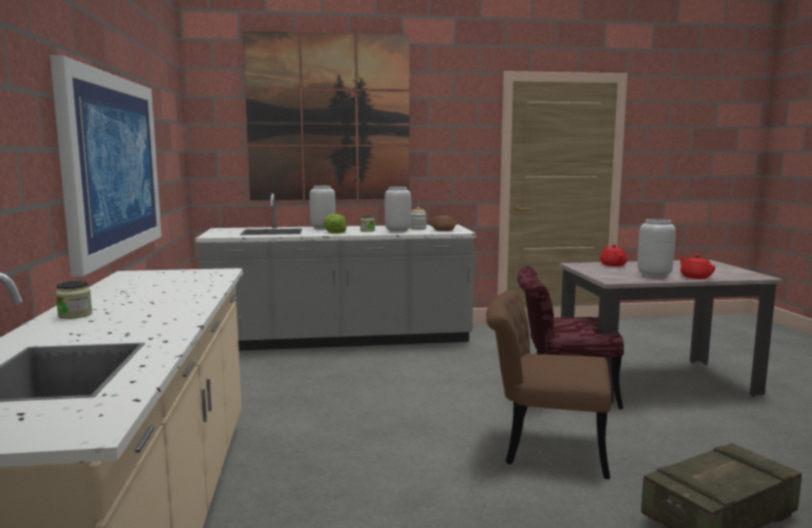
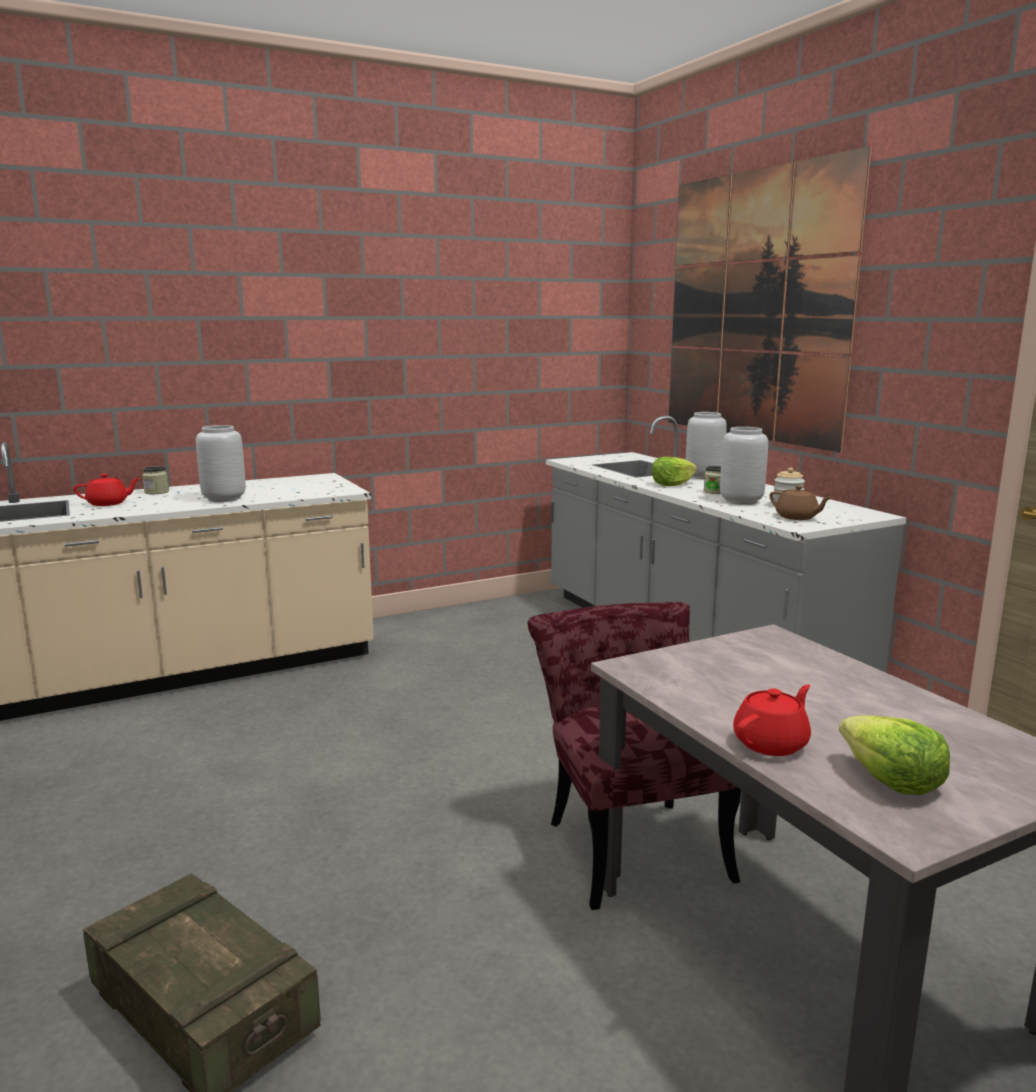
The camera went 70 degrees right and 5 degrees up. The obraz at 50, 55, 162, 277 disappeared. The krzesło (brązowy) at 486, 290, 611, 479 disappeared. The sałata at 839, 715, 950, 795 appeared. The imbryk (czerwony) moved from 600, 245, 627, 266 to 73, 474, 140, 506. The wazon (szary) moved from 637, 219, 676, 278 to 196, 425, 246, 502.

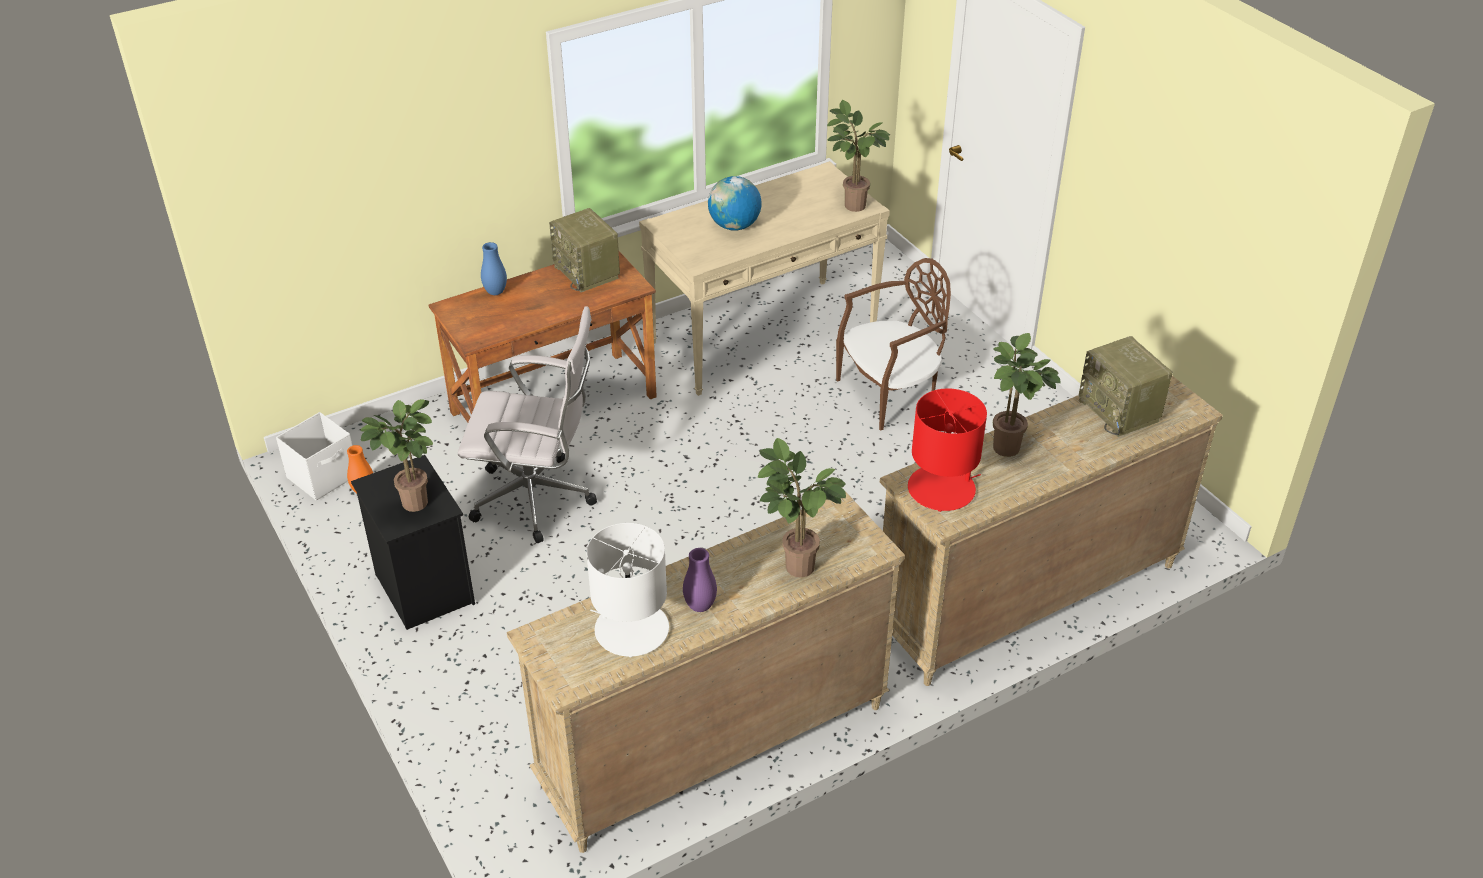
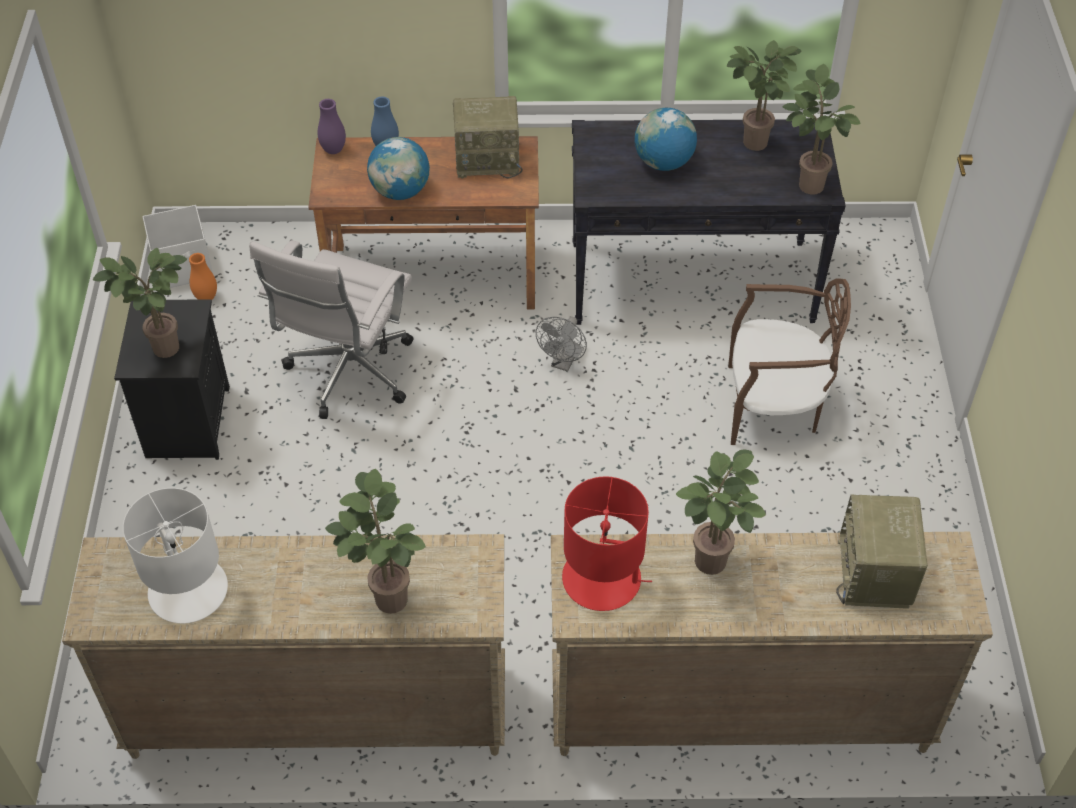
The camera went 30 degrees right and 10 degrees up. The globus at 367, 137, 430, 200 appeared. The wentylator (szary) at 536, 317, 587, 372 appeared. The roślina doniczkowa at 727, 40, 802, 151 appeared. The wazon (fioletowy) moved from 683, 548, 717, 612 to 318, 99, 346, 154. The stolik konsolowy (beżowy) at 639, 161, 890, 396 became the stolik konsolowy (czarny) at 572, 119, 846, 325. The krzesło biurowe (biały) at 458, 306, 597, 543 turned 75 degrees clockwise. The radio at 549, 208, 620, 292 turned 90 degrees counterclockwise.

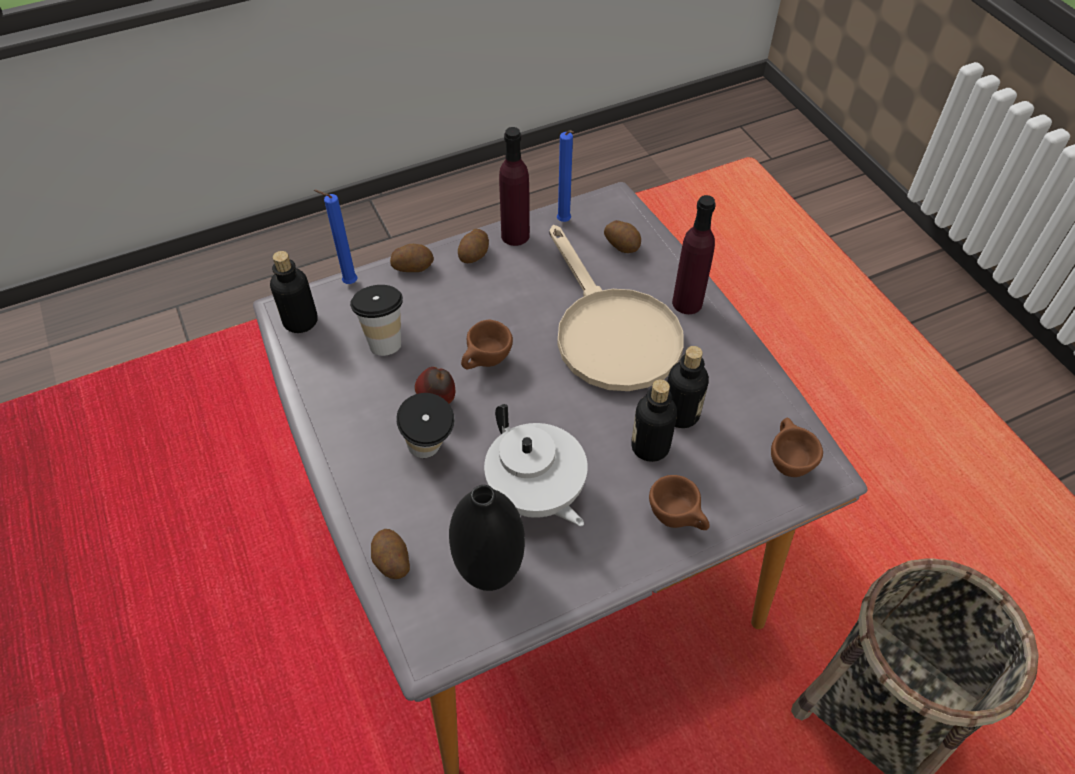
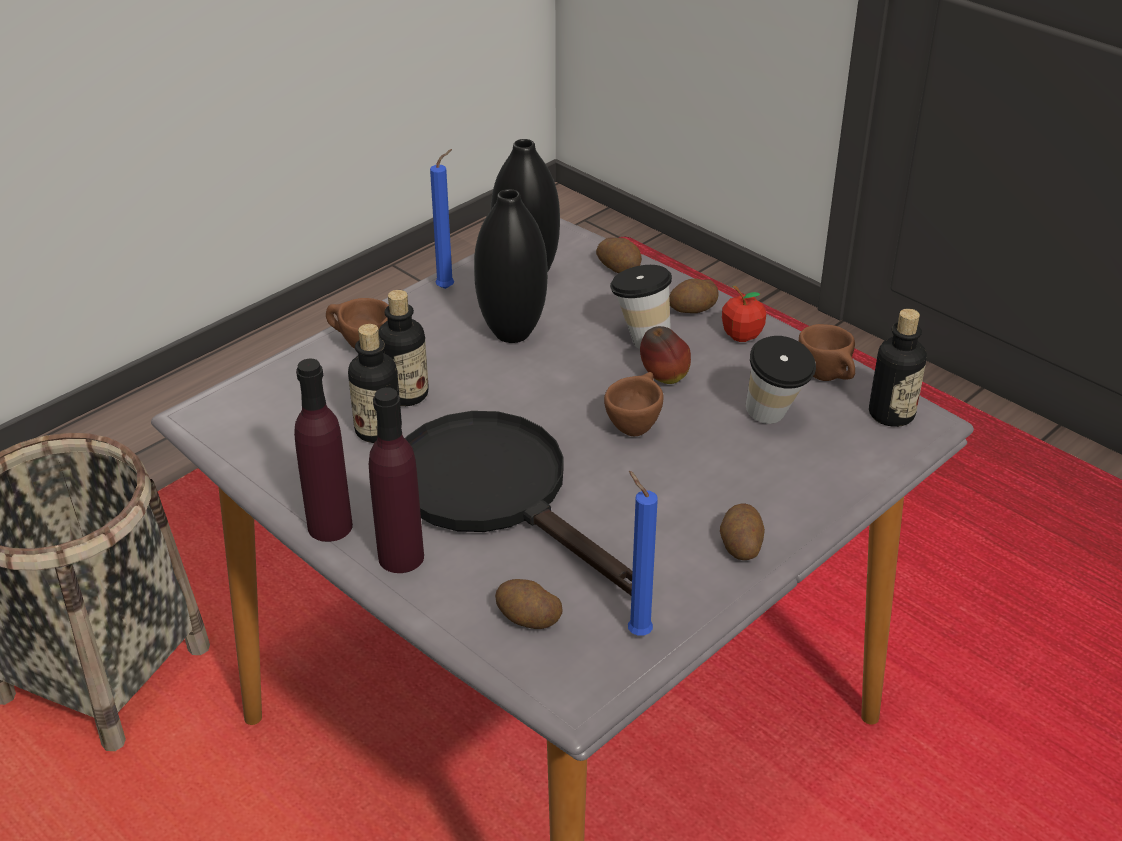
The camera went 160 degrees right and 15 degrees down. The jabłko at 722, 286, 766, 342 appeared. The świeca (niebieski) moved from 314, 190, 358, 284 to 430, 149, 454, 289. The ziemniak moved from 390, 244, 434, 272 to 669, 279, 719, 313. The butelka (fioletowy) moved from 499, 127, 530, 246 to 294, 359, 353, 542. The filiżanka (brązowy) moved from 771, 418, 823, 477 to 799, 324, 855, 381. The imbryk (biały) at 484, 404, 588, 526 was replaced by the wazon (czarny) at 474, 189, 548, 343. The patelnia (beżowy) at 549, 225, 684, 391 became the patelnia (czarny) at 405, 411, 632, 595.

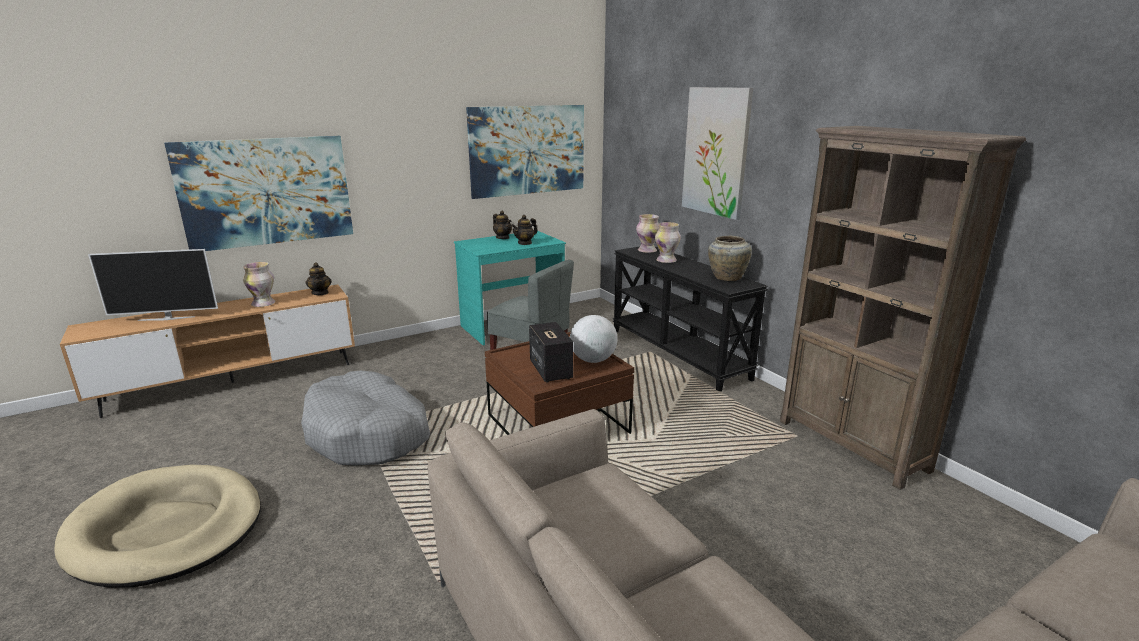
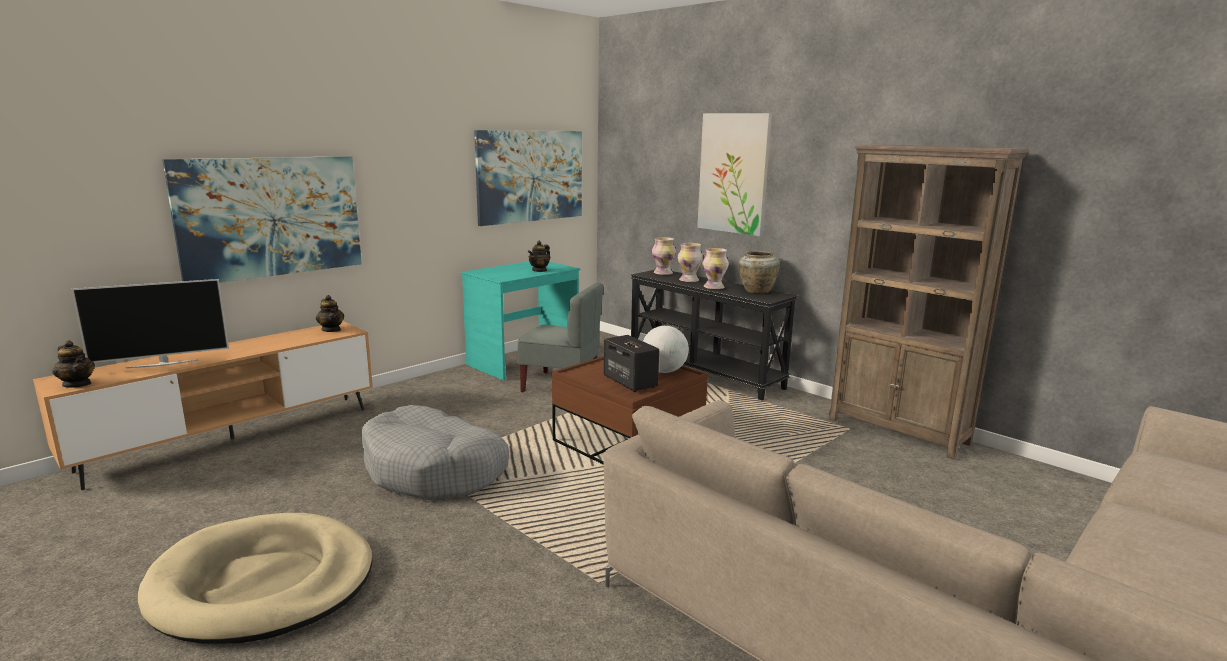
The camera went 15 degrees left and 5 degrees down. The wazon moved from 243, 262, 275, 307 to 702, 248, 729, 289. The imbryk moved from 493, 210, 512, 239 to 52, 340, 95, 388.

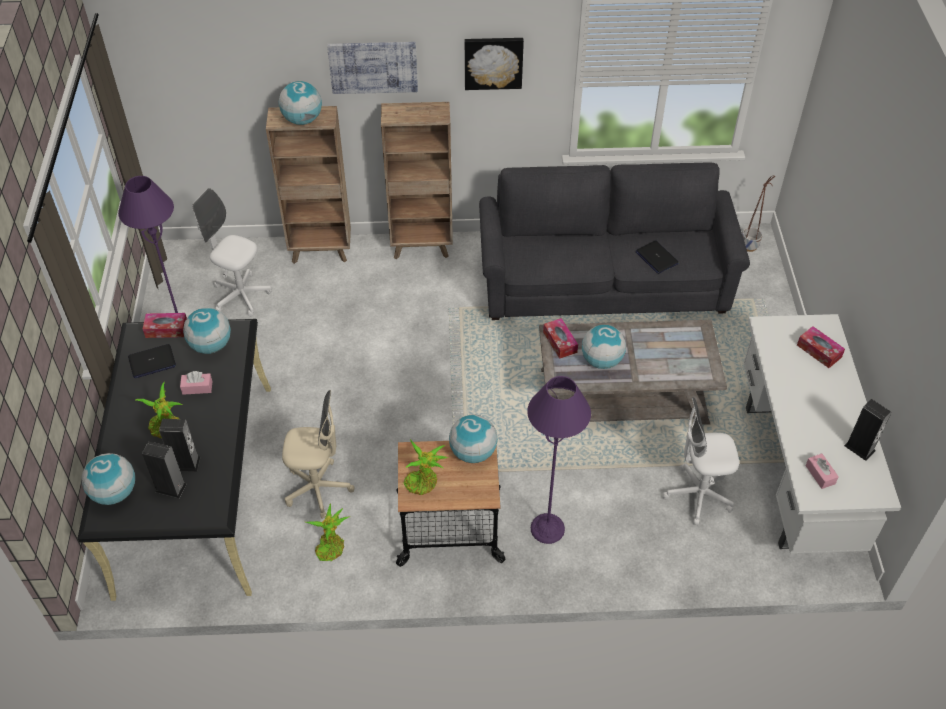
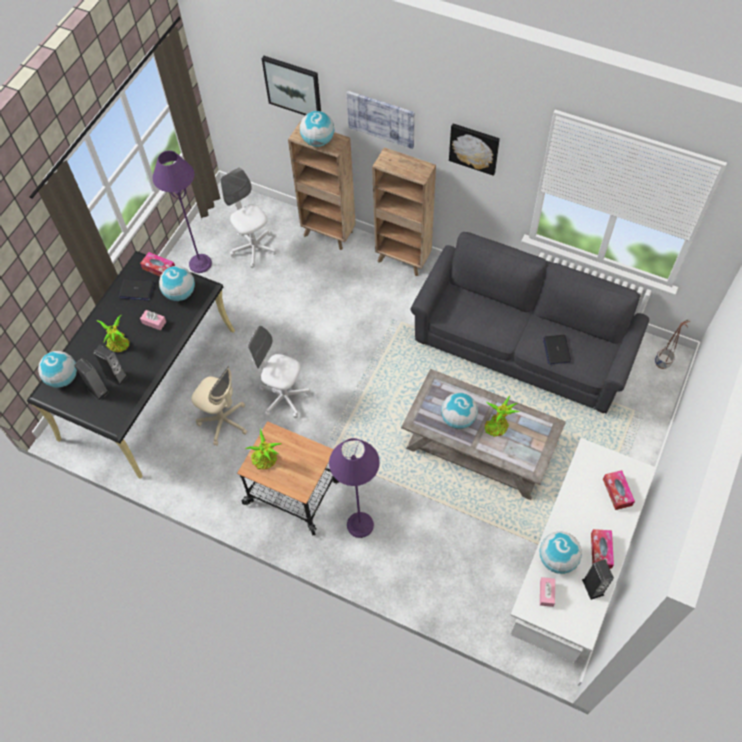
The camera went 30 degrees right and 10 degrees up. The obraz at 262, 56, 321, 115 appeared. The roślina doniczkowa moved from 306, 503, 349, 561 to 485, 396, 520, 437. The globus moved from 449, 414, 498, 463 to 540, 531, 582, 574. The pudełko chusteczek moved from 543, 318, 578, 359 to 591, 529, 614, 569. The krzesło biurowe (biały) moved from 662, 397, 739, 525 to 248, 326, 310, 418.

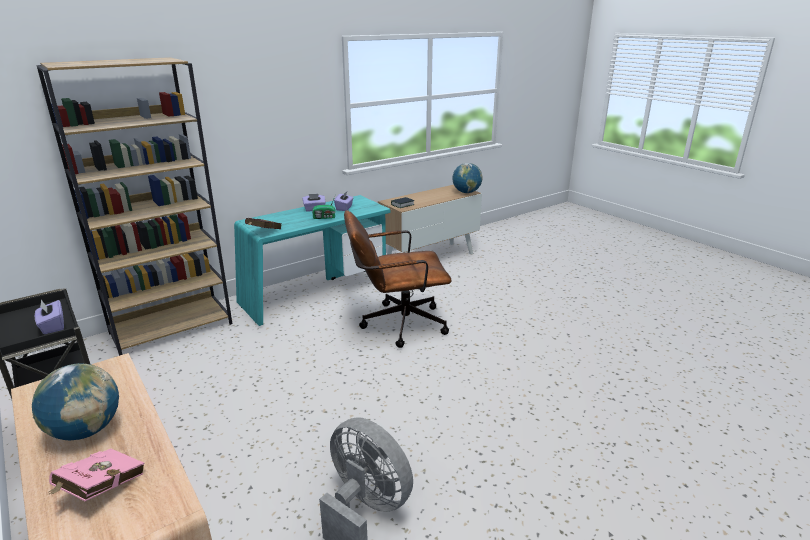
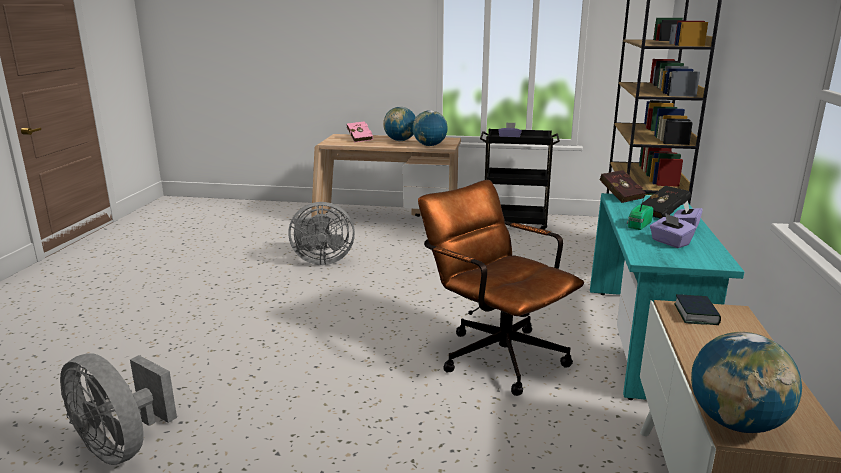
The camera went 135 degrees right and 5 degrees down. The wentylator (szary) at 60, 353, 177, 465 appeared. The globus at 412, 110, 448, 146 appeared. The książka (czarny) at 640, 186, 691, 219 appeared. The krzesło biurowe (brązowy) at 344, 210, 452, 348 turned 75 degrees counterclockwise.

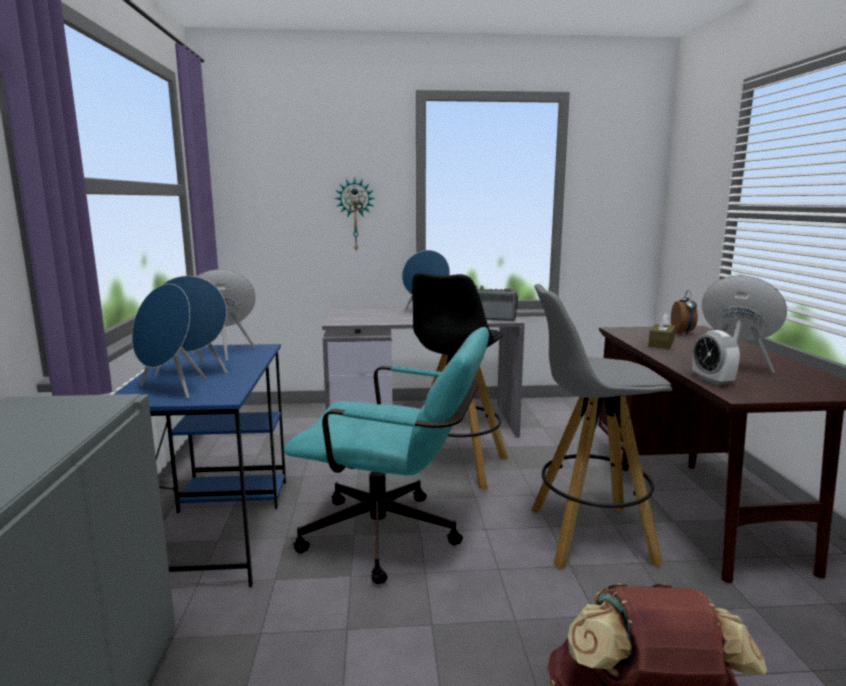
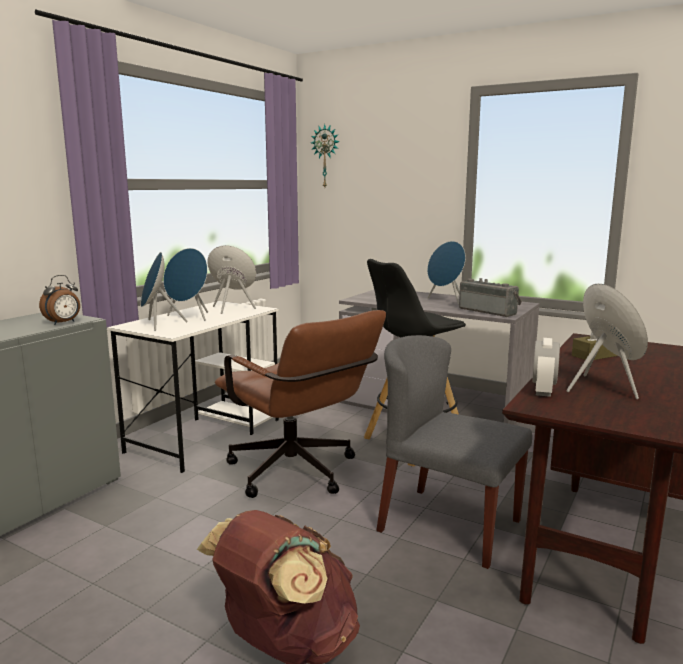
The camera went 35 degrees right and 0 degrees up. The zegar ścienny moved from 334, 177, 375, 252 to 311, 124, 340, 187. The budzik moved from 671, 290, 698, 335 to 39, 275, 80, 325. The stołek (szary) at 531, 284, 672, 569 was replaced by the krzesło (szary) at 376, 335, 532, 569. The biurko (niebieski) at 113, 344, 286, 587 became the biurko (biały) at 107, 301, 279, 473. The krzesło biurowe (turkusowy) at 284, 327, 489, 584 became the krzesło biurowe (brązowy) at 215, 310, 386, 498.

